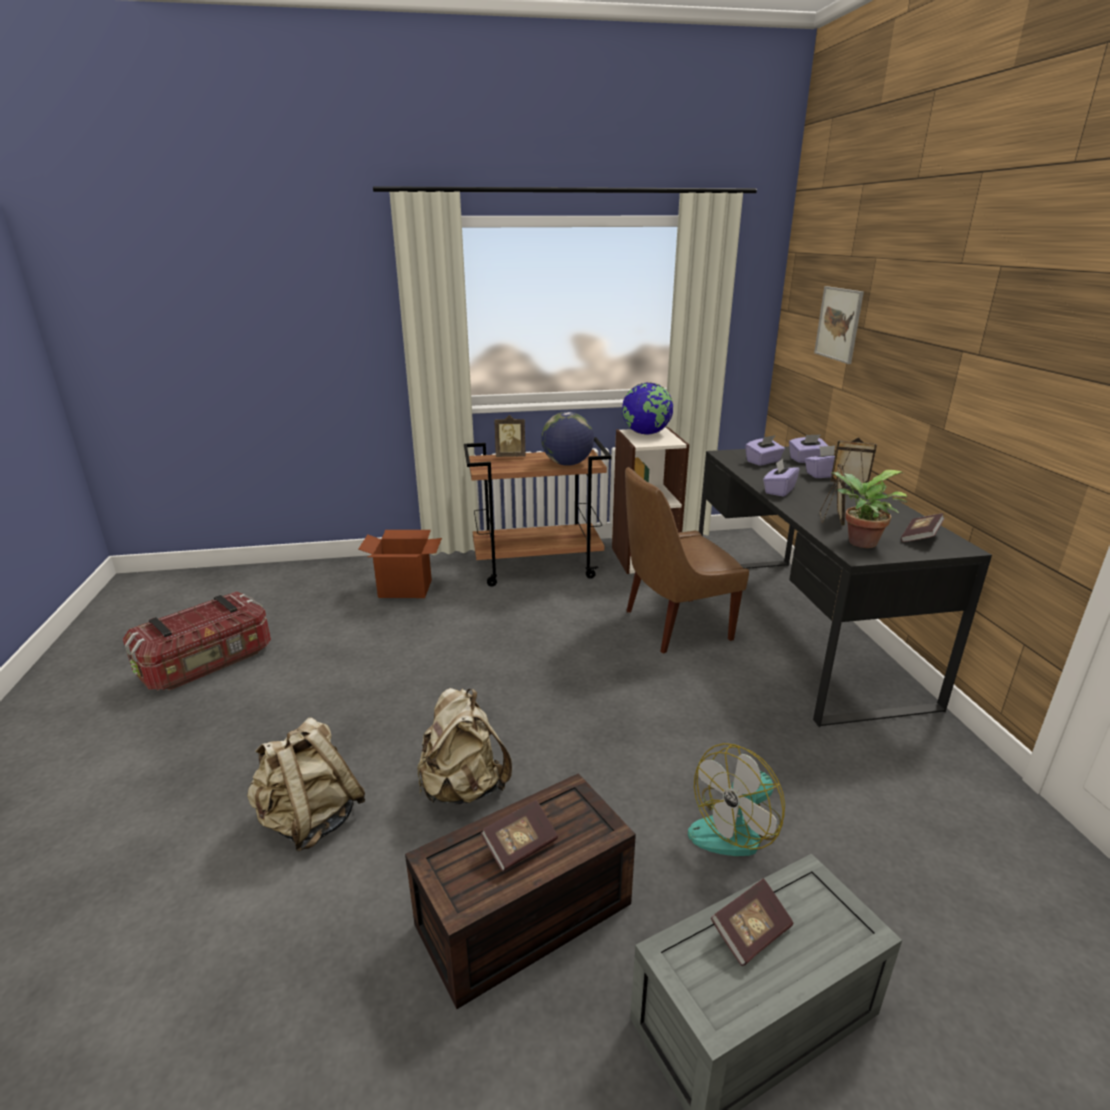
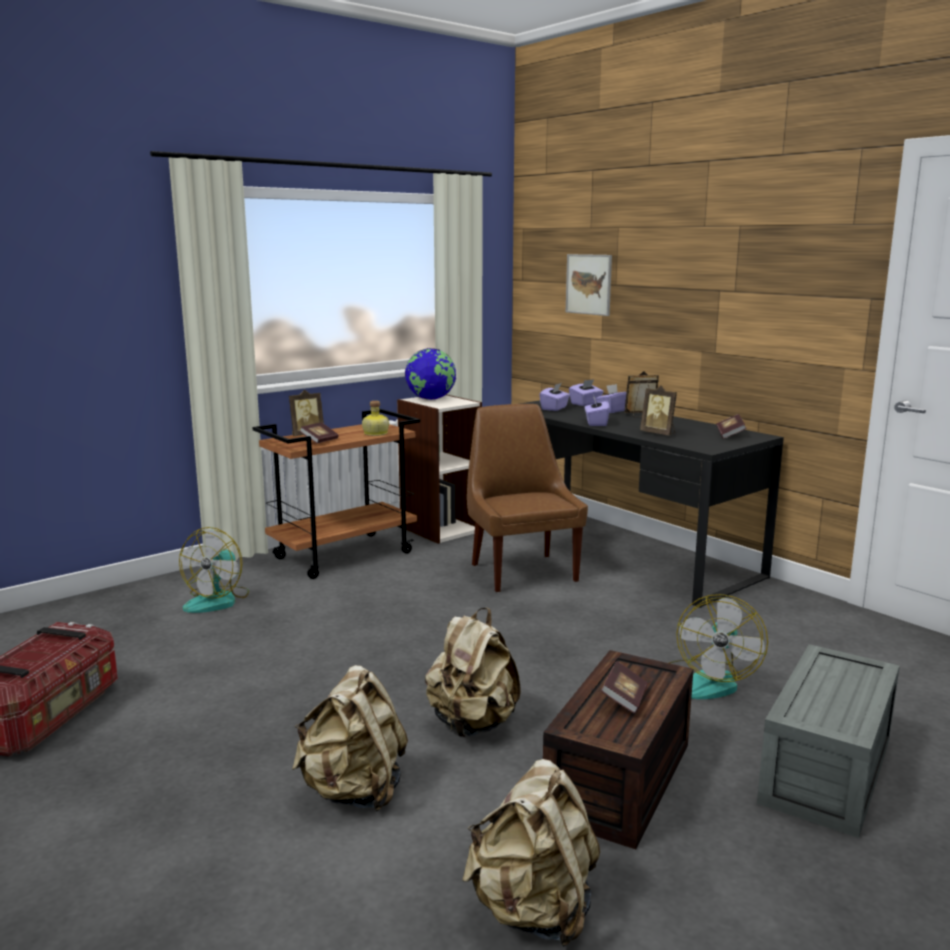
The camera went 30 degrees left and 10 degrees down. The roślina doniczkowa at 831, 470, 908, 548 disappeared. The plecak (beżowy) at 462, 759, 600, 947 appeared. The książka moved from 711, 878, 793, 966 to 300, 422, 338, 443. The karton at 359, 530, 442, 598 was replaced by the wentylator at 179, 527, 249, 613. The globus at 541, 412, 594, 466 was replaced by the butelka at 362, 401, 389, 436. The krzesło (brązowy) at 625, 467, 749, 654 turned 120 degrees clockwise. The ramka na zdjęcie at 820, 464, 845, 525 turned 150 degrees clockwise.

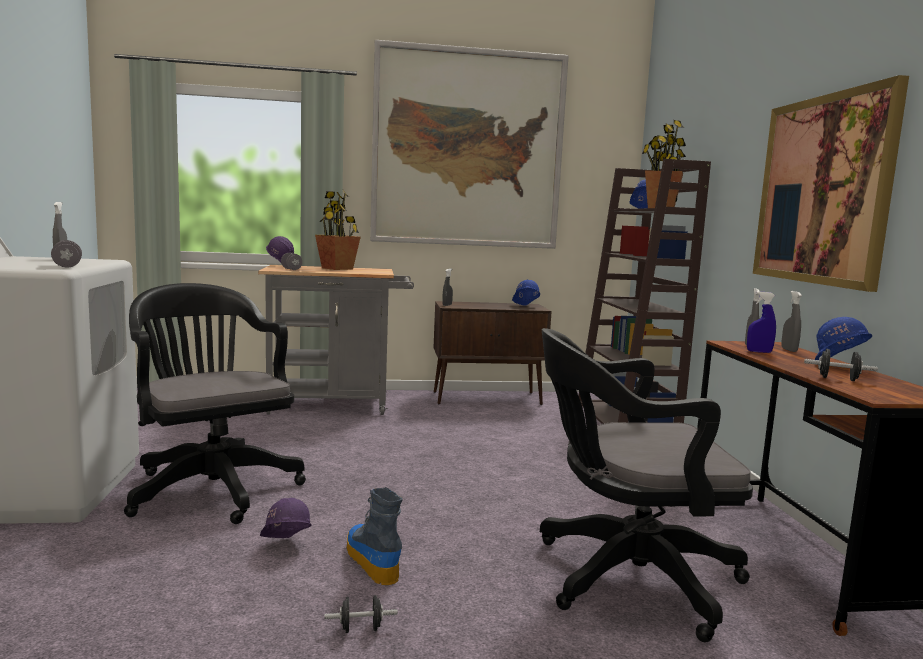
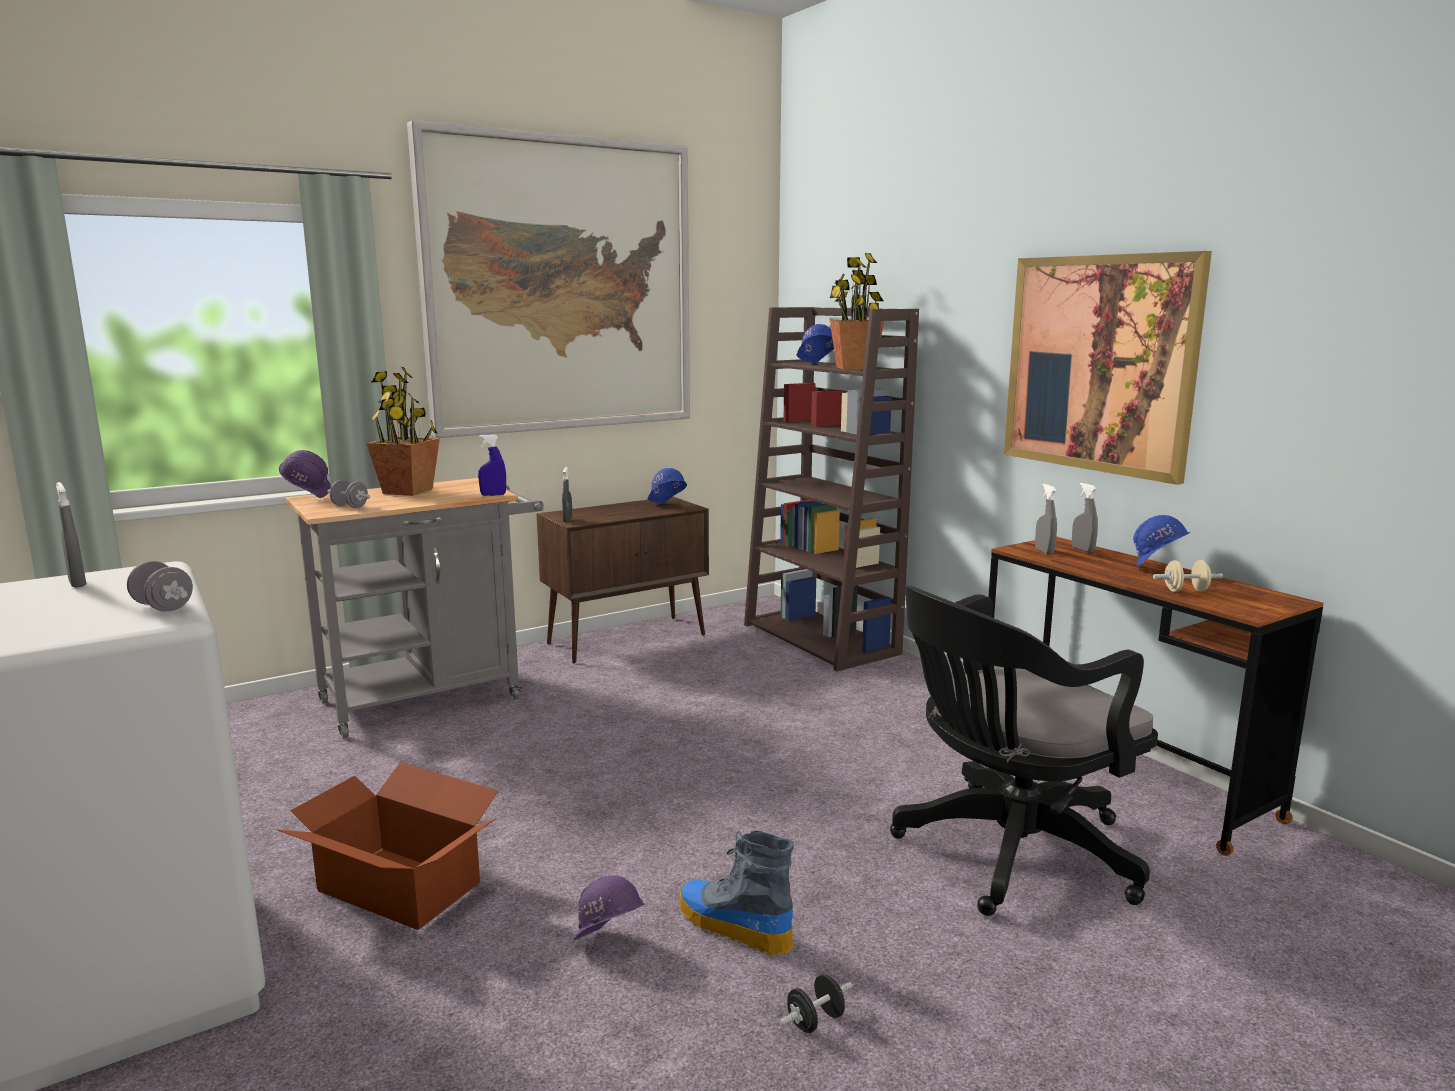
The camera went 25 degrees left and 5 degrees up. The spryskiwacz (niebieski) moved from 747, 291, 776, 353 to 478, 434, 506, 496. The krzesło biurowe (czarny) at 124, 283, 306, 524 was replaced by the karton at 277, 762, 498, 930. The hantel (czarny) at 804, 349, 878, 381 became the hantel (beżowy) at 1153, 560, 1223, 592.

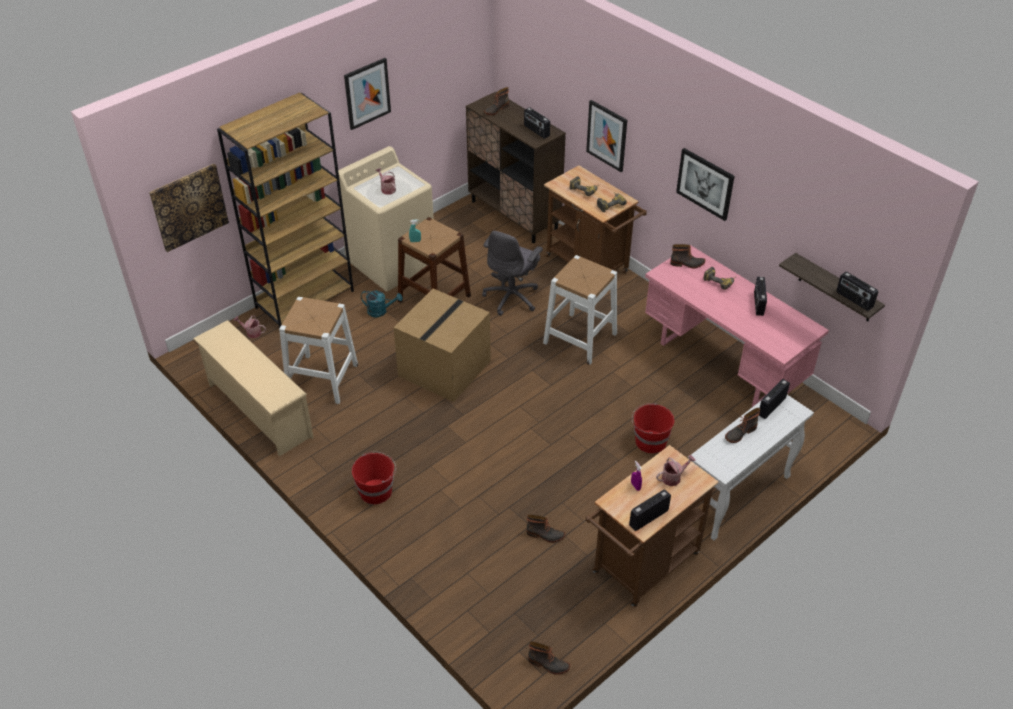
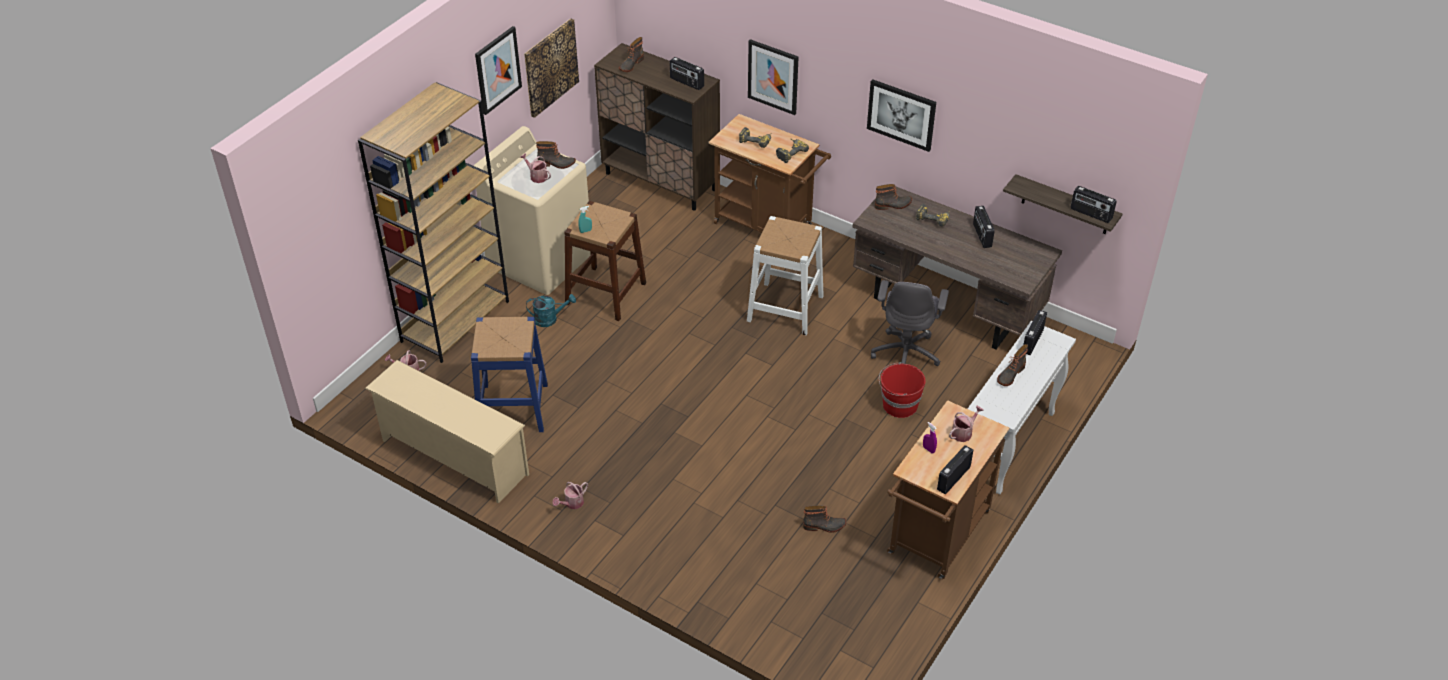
The camera went 15 degrees left and 0 degrees up. The wiadro (czerwony) at 352, 452, 396, 504 disappeared. The karton at 393, 289, 491, 402 disappeared. The konewka at 552, 482, 588, 509 appeared. The obraz moved from 149, 164, 229, 252 to 524, 18, 579, 118. The krzesło biurowe (szary) moved from 482, 231, 543, 316 to 871, 280, 949, 366. The but z cholewką moved from 528, 641, 570, 675 to 536, 141, 576, 169. The stołek (biały) at 279, 297, 358, 404 became the stołek (niebieski) at 471, 317, 548, 432. The biurko (różowy) at 645, 245, 829, 407 became the biurko (brązowy) at 852, 186, 1062, 350.

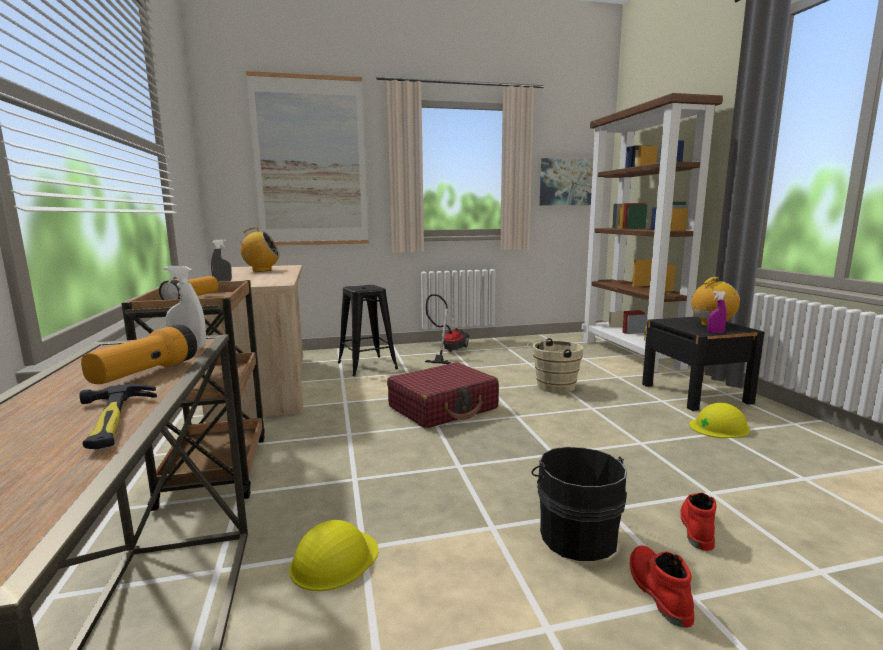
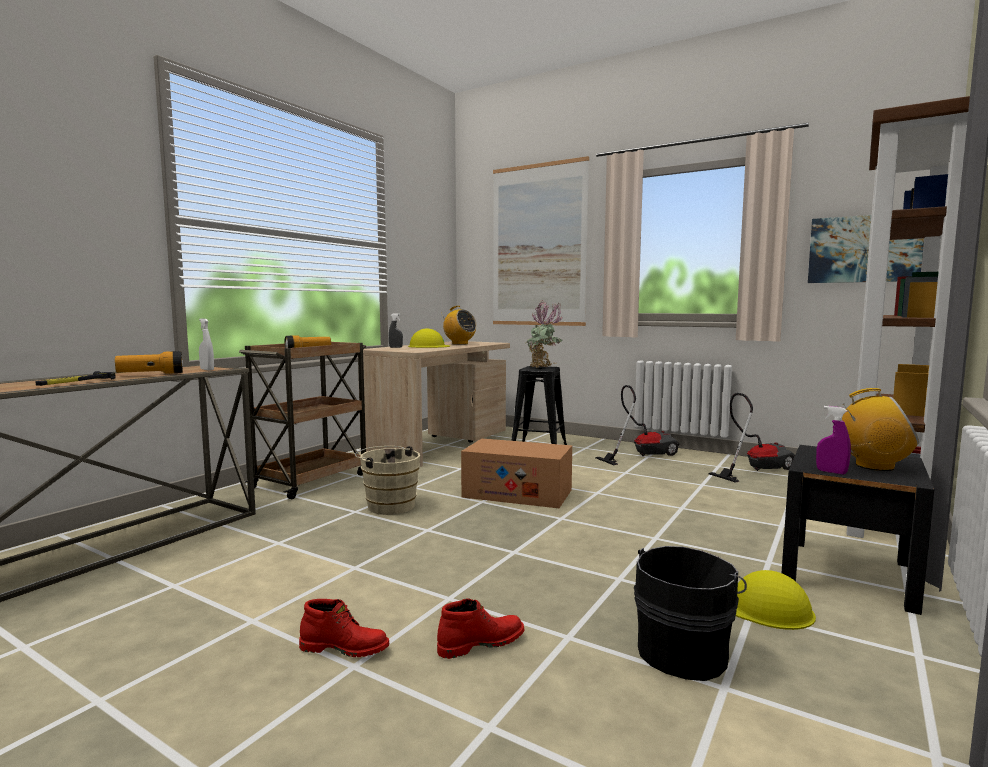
The camera went 45 degrees right and 5 degrees down. The roślina doniczkowa at 527, 300, 563, 368 appeared. The odkurzacz at 708, 393, 795, 483 appeared. The kask (żółty) moved from 289, 520, 378, 591 to 408, 329, 450, 348. The wiadro (beżowy) moved from 527, 338, 583, 393 to 355, 446, 420, 515. The wiadro (czarny) moved from 531, 447, 627, 561 to 634, 546, 747, 681. The walizka (czerwony) at 387, 362, 499, 428 was replaced by the karton at 461, 438, 572, 508. The but z cholewką (czerwony) at 630, 545, 694, 628 turned 60 degrees clockwise.

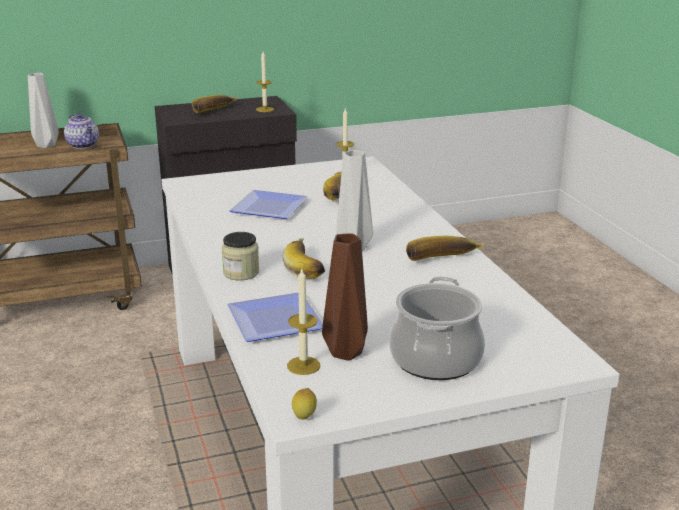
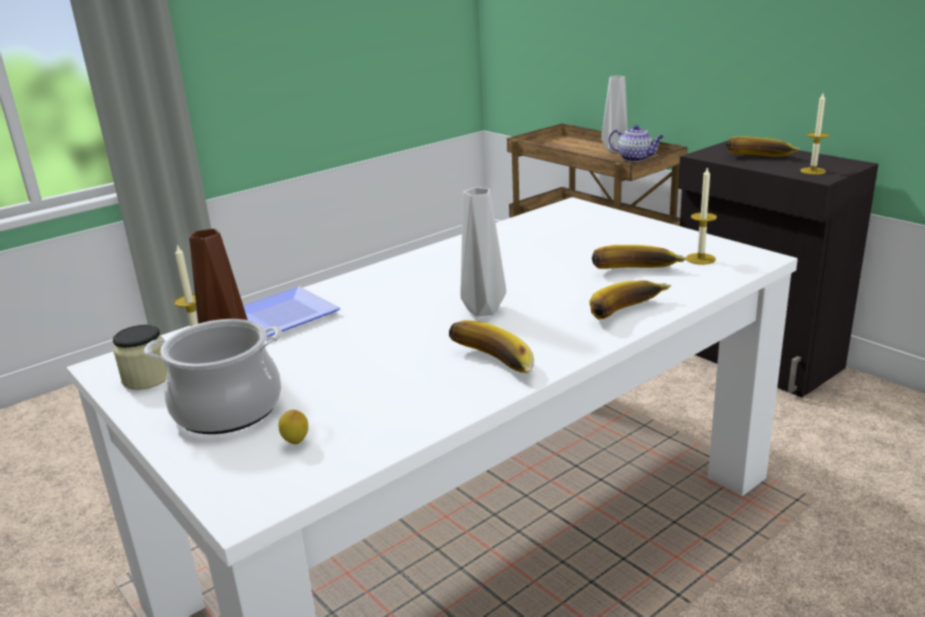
The camera went 70 degrees right and 0 degrees up. The talerz at 229, 190, 308, 219 disappeared. The słoik moved from 222, 232, 259, 280 to 113, 325, 168, 390. The banan moved from 283, 238, 325, 279 to 589, 281, 671, 320. The cytryna moved from 292, 388, 317, 420 to 278, 410, 308, 444. The imbryk at 64, 113, 99, 149 turned 90 degrees counterclockwise.

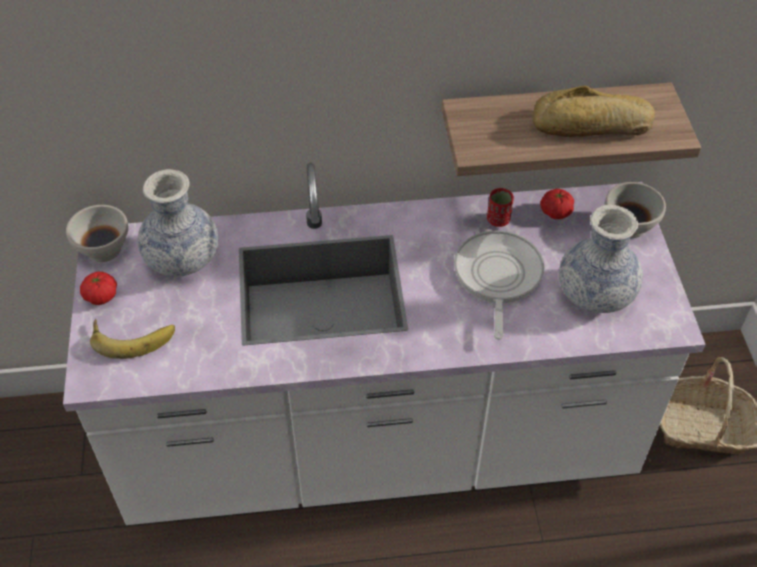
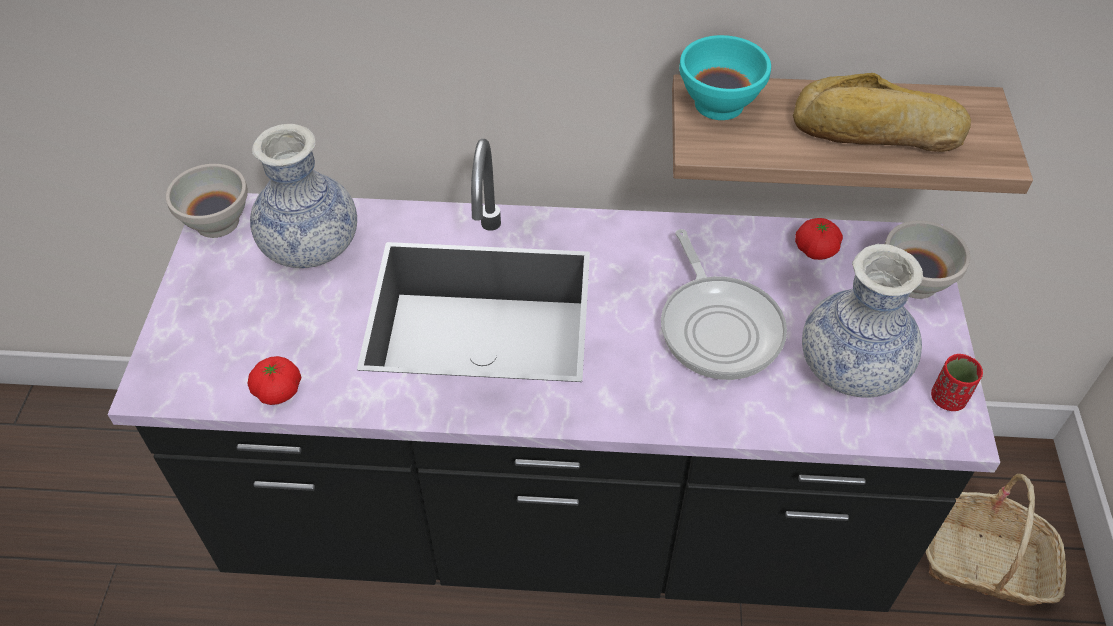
The camera went 10 degrees right and 0 degrees up. The banan at 90, 319, 175, 359 disappeared. The miska (turkusowy) at 679, 35, 771, 120 appeared. The pomidor moved from 80, 271, 117, 305 to 248, 356, 301, 405. The filiżanka (czerwony) moved from 487, 188, 514, 227 to 931, 354, 983, 411. The zabudowa kuchenna (biały) at 63, 163, 706, 525 became the zabudowa kuchenna (czarny) at 108, 139, 1000, 612. The patelnia at 454, 230, 545, 340 turned 150 degrees clockwise.

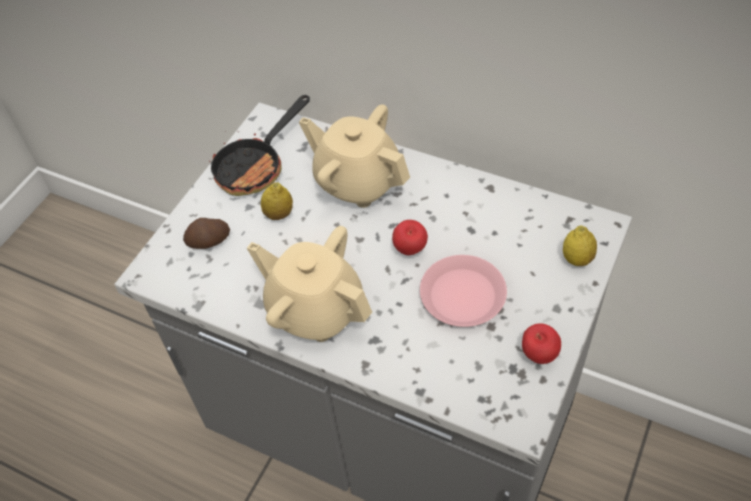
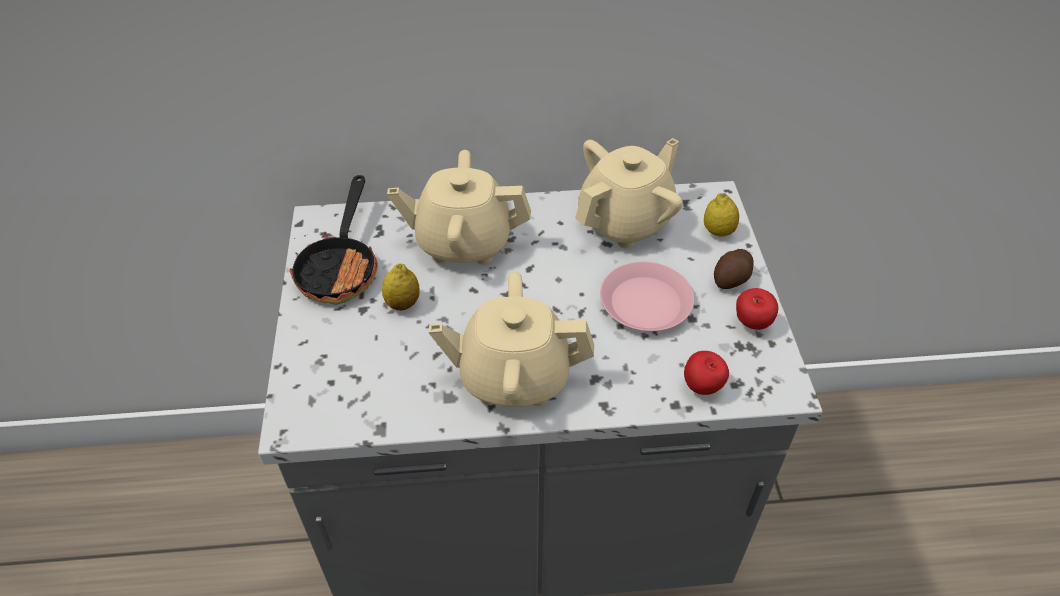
The camera went 35 degrees left and 5 degrees down. The imbryk (beżowy) at 575, 138, 683, 248 appeared. The ziemniak moved from 183, 218, 230, 249 to 714, 249, 754, 289. The jabłko moved from 392, 220, 428, 255 to 684, 351, 729, 395.

